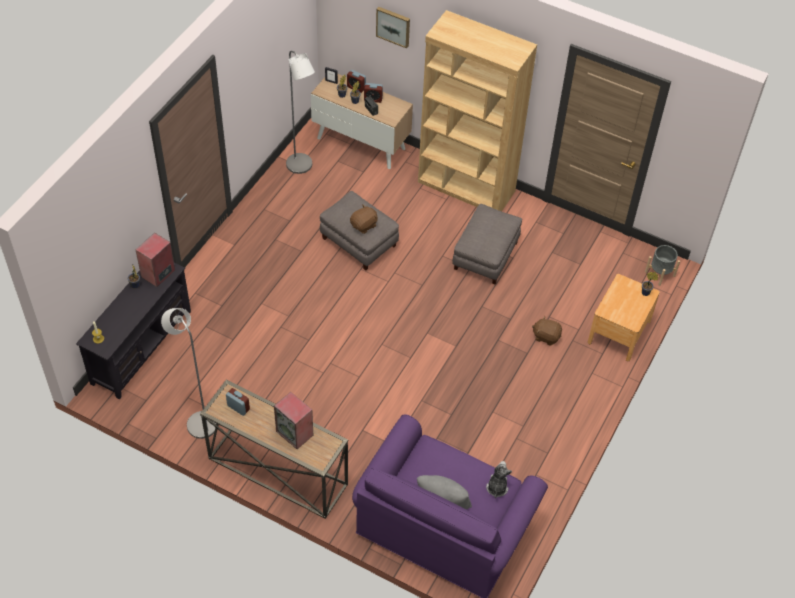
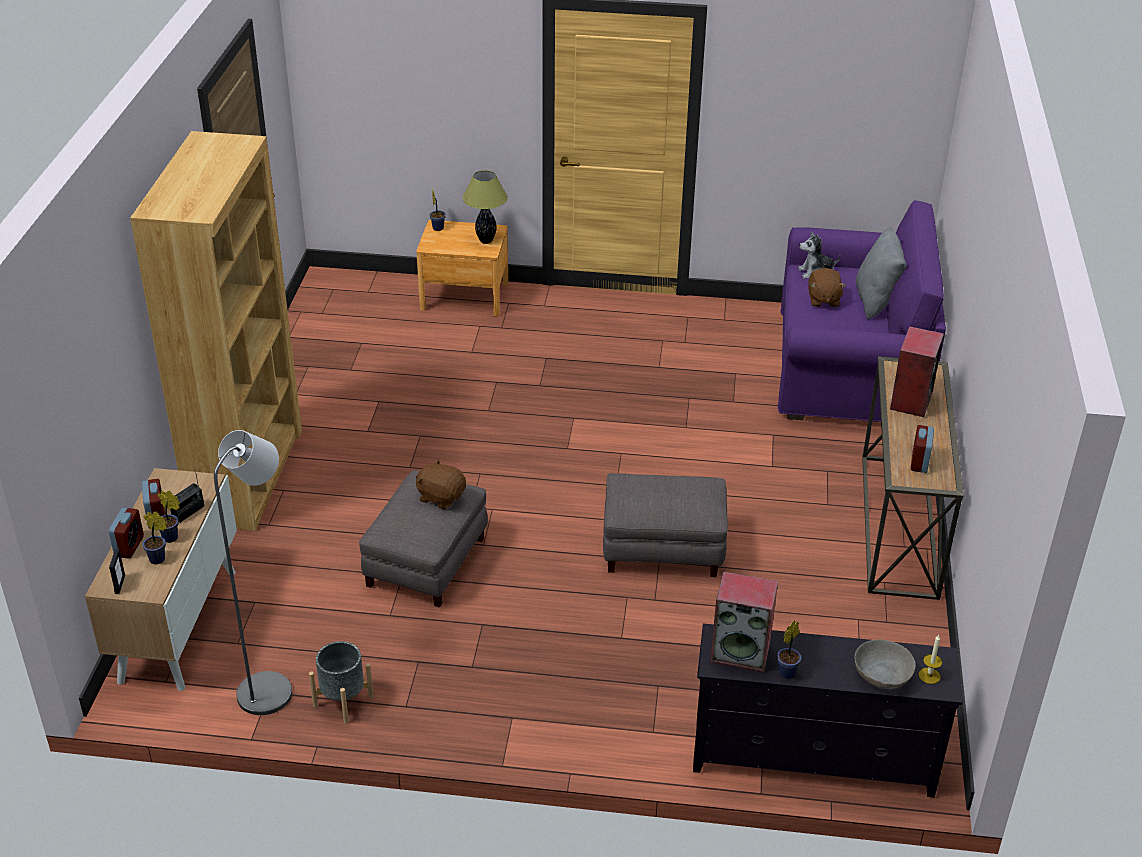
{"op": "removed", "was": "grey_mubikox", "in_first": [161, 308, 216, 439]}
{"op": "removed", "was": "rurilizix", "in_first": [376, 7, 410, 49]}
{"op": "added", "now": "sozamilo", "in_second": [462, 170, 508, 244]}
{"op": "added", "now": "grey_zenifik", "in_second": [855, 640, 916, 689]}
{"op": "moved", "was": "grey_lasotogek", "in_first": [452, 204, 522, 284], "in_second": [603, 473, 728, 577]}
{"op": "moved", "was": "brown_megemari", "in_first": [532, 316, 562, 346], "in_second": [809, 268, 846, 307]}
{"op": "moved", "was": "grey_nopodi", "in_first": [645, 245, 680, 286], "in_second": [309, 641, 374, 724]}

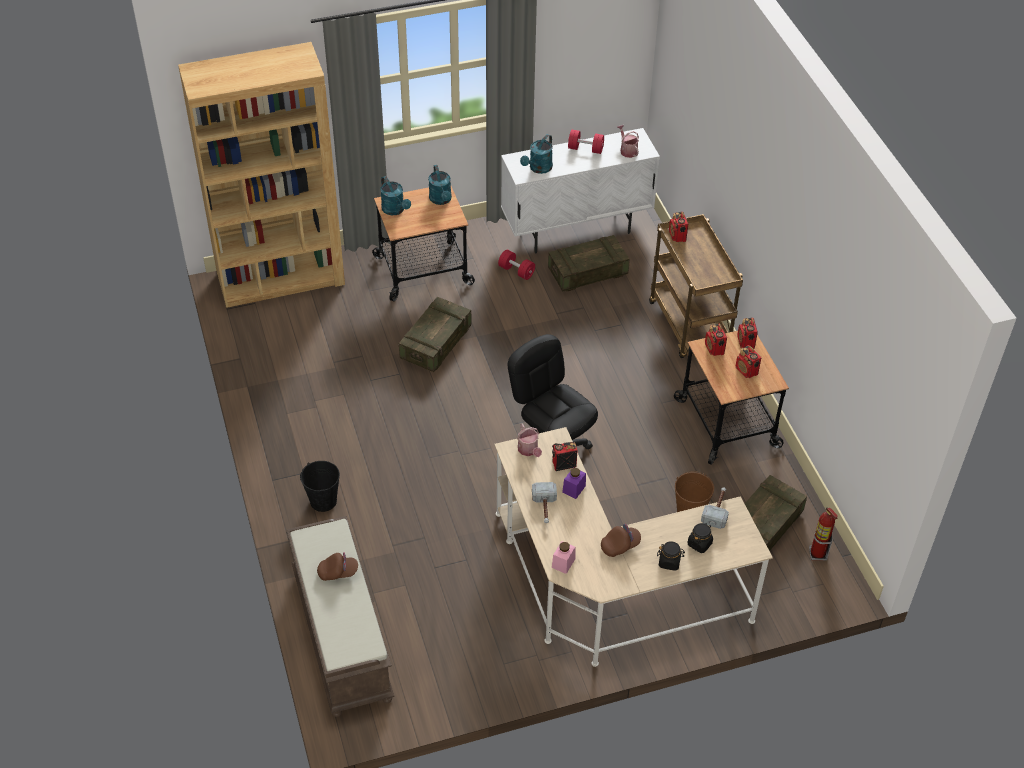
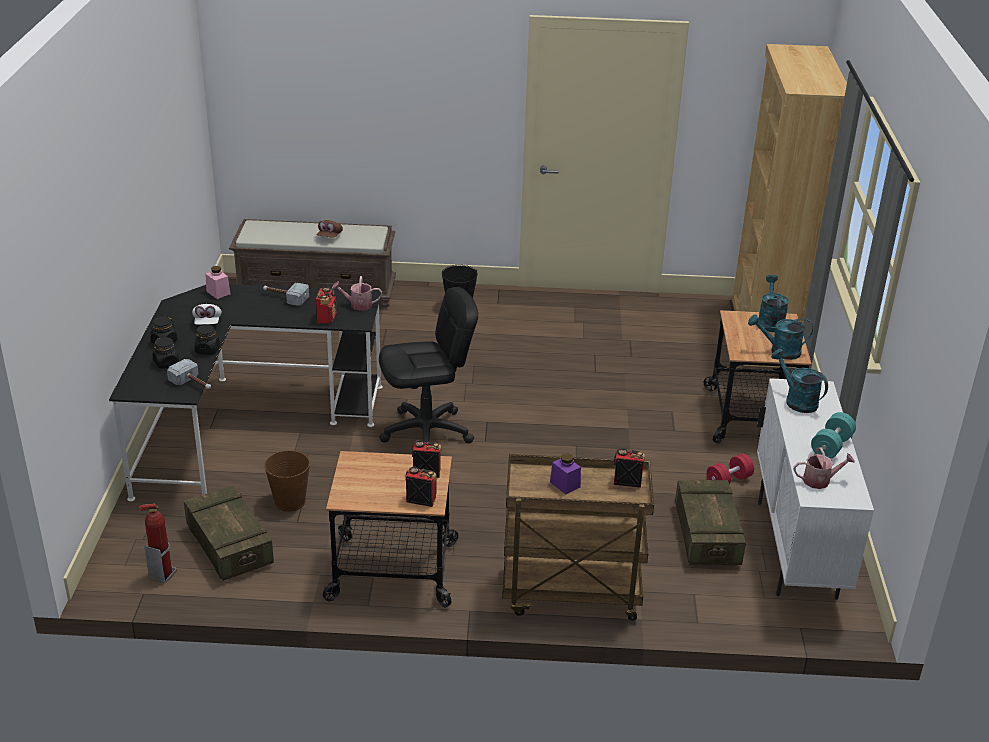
{"op": "removed", "was": "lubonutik", "in_first": [399, 297, 472, 372]}
{"op": "removed", "was": "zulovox", "in_first": [735, 345, 762, 378]}
{"op": "added", "now": "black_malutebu", "in_second": [194, 325, 220, 355]}
{"op": "moved", "was": "purple_malutebu", "in_first": [562, 467, 586, 499], "in_second": [550, 453, 581, 494]}
{"op": "recoloured", "was": "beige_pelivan", "now": "black_pelivan", "in_first": [494, 427, 773, 667], "in_second": [109, 284, 383, 502]}
{"op": "recoloured", "was": "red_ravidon", "now": "turquoise_ravidon", "in_first": [568, 130, 604, 154], "in_second": [811, 412, 856, 459]}
{"op": "recoloured", "was": "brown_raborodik", "now": "white_raborodik", "in_first": [601, 524, 641, 557], "in_second": [192, 304, 222, 325]}
{"op": "turned", "was": "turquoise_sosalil", "in_first": [380, 176, 411, 215], "in_second": [758, 275, 789, 332], "clockwise": 105}

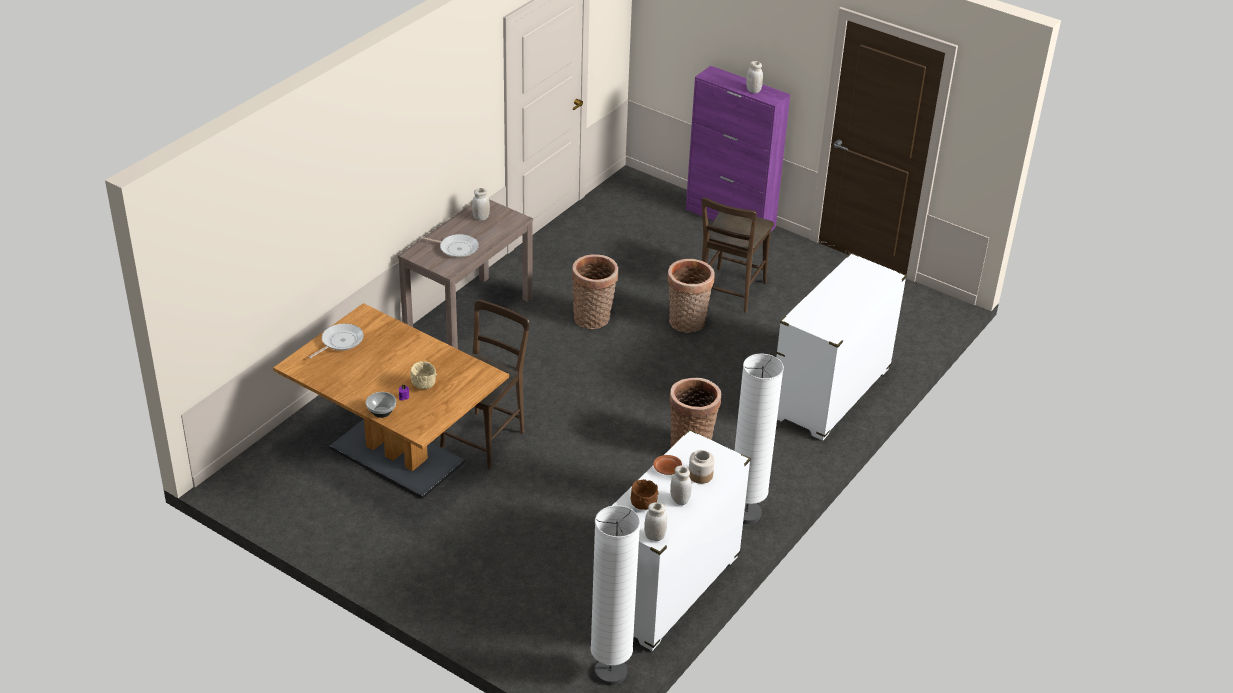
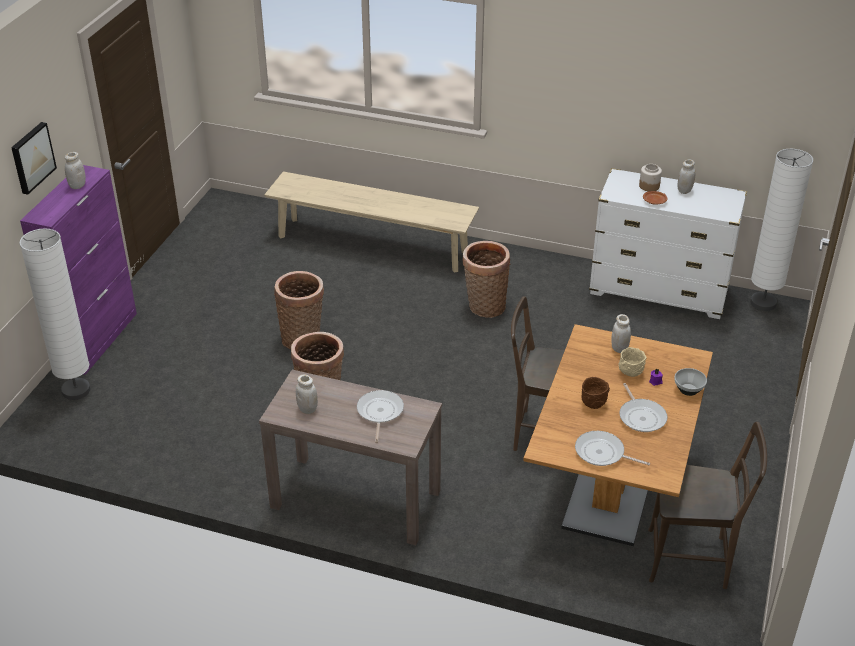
{"op": "added", "now": "rurilizix", "in_second": [11, 122, 57, 195]}
{"op": "added", "now": "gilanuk", "in_second": [619, 383, 668, 432]}
{"op": "moved", "was": "brown_zenifik", "in_first": [631, 479, 659, 510], "in_second": [582, 377, 610, 409]}
{"op": "moved", "was": "white_malutebu", "in_first": [644, 503, 667, 541], "in_second": [611, 314, 631, 353]}
{"op": "moved", "was": "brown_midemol", "in_first": [701, 197, 774, 313], "in_second": [648, 422, 767, 589]}
{"op": "moved", "was": "white_mubikox", "in_first": [735, 353, 784, 524], "in_second": [19, 228, 90, 400]}
{"op": "replaced", "was": "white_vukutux", "now": "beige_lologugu", "in_first": [776, 253, 907, 441], "in_second": [264, 171, 479, 273]}

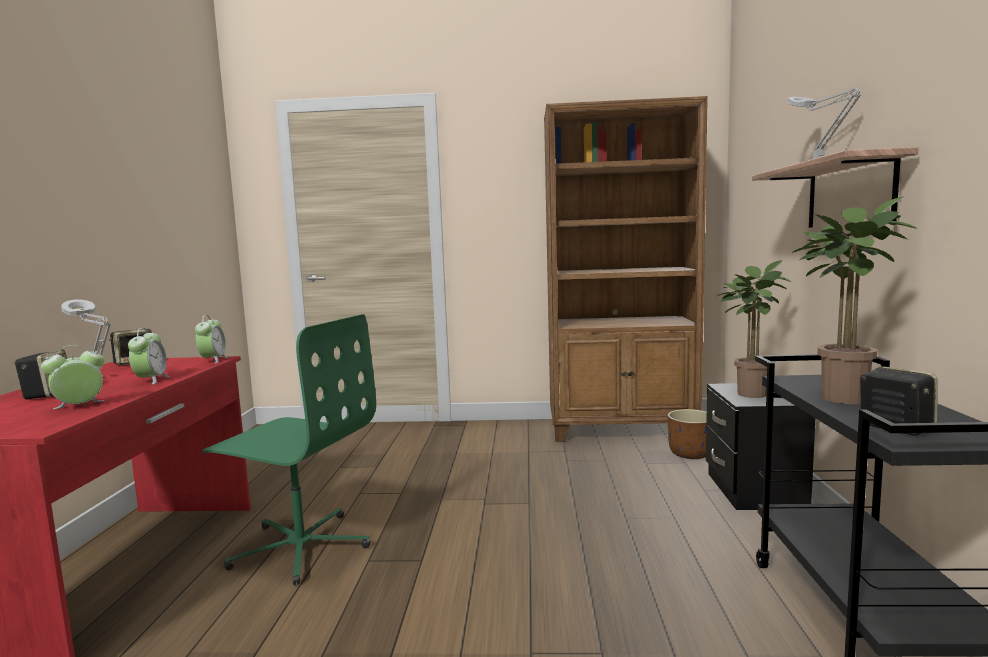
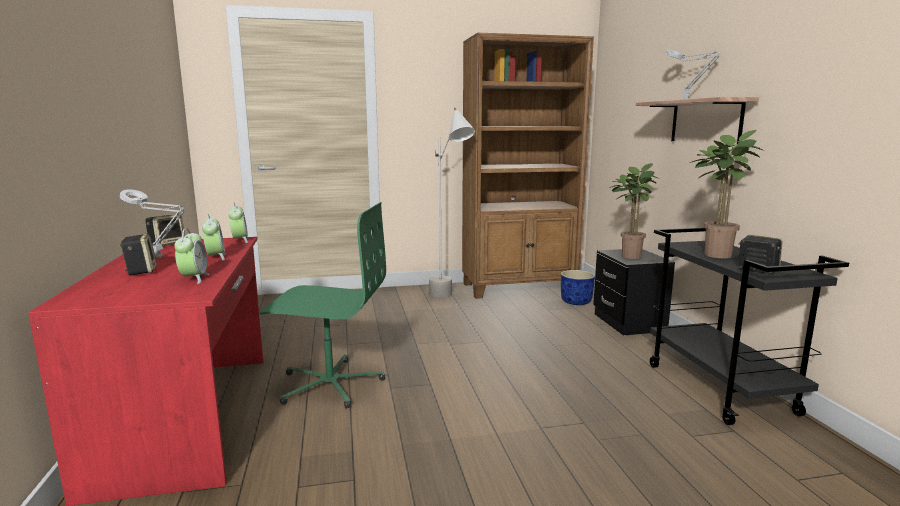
{"op": "added", "now": "grey_mubikox", "in_second": [429, 108, 475, 298]}
{"op": "recoloured", "was": "brown_nopodi", "now": "blue_nopodi", "in_first": [668, 409, 707, 459], "in_second": [561, 270, 595, 305]}
{"op": "turned", "was": "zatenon", "in_first": [41, 345, 104, 409], "in_second": [175, 229, 210, 284], "clockwise": 135}

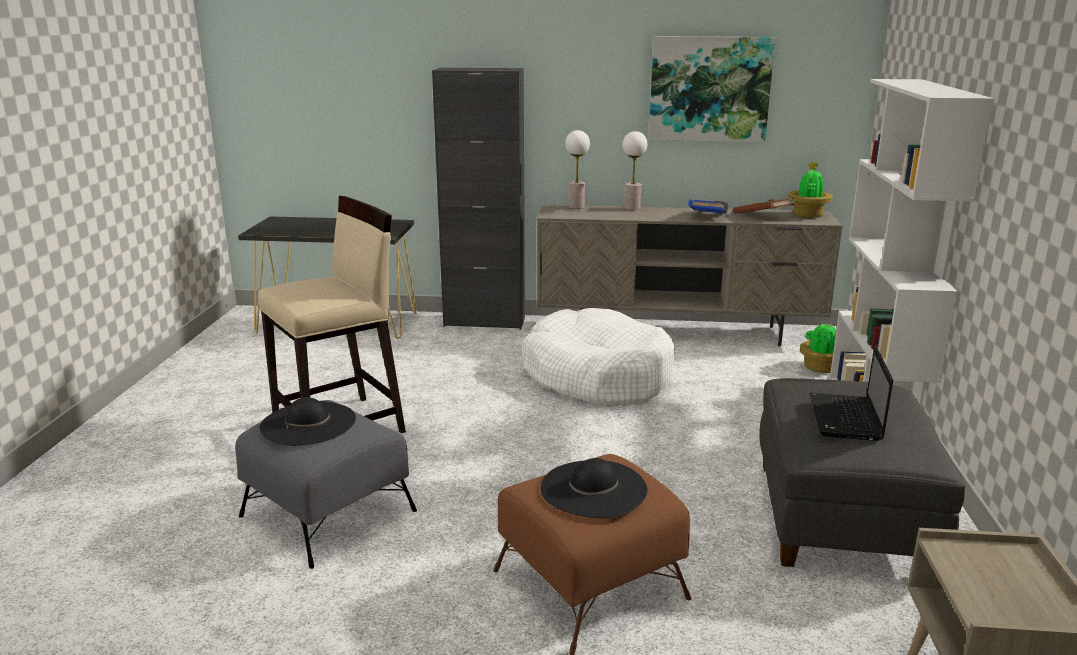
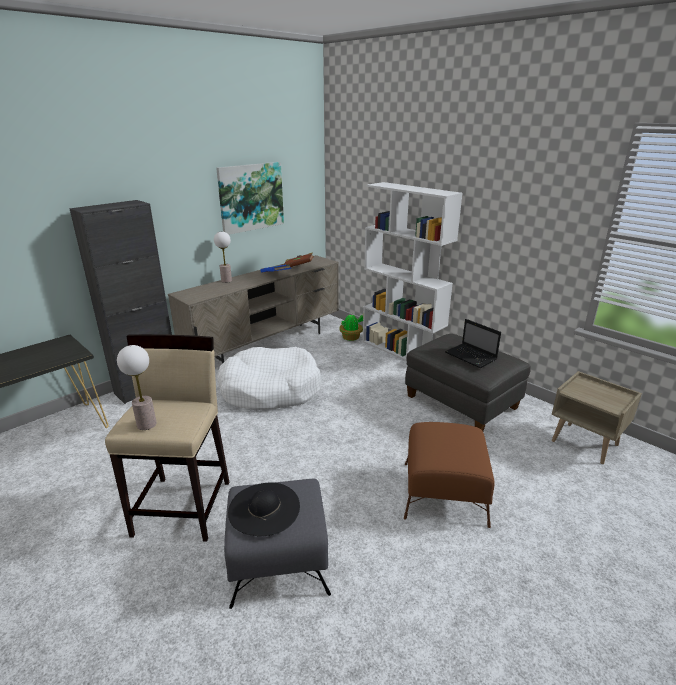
{"op": "removed", "was": "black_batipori", "in_first": [541, 458, 648, 518]}
{"op": "removed", "was": "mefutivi", "in_first": [788, 162, 833, 218]}
{"op": "moved", "was": "sozamilo", "in_first": [565, 130, 590, 209], "in_second": [117, 345, 157, 430]}

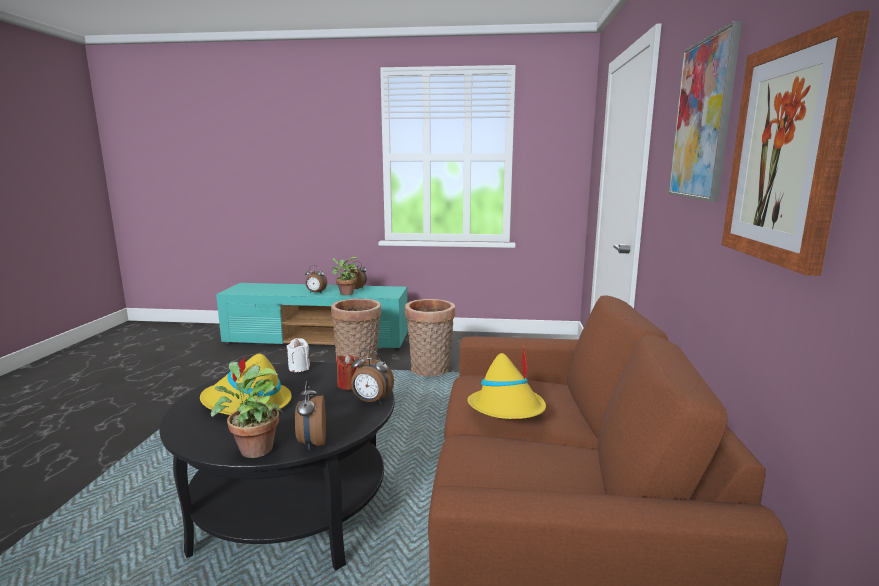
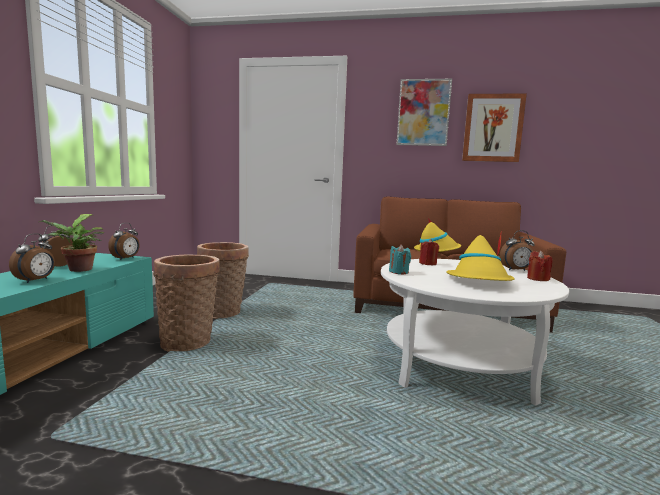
{"op": "moved", "was": "zatenon", "in_first": [351, 349, 394, 403], "in_second": [108, 223, 140, 260]}
{"op": "replaced", "was": "mefutivi", "now": "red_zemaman", "in_first": [211, 362, 282, 458], "in_second": [527, 251, 553, 281]}
{"op": "recoloured", "was": "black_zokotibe", "now": "white_zokotibe", "in_first": [159, 362, 395, 570], "in_second": [381, 259, 569, 406]}
{"op": "recoloured", "was": "white_zemaman", "now": "turquoise_zemaman", "in_first": [286, 338, 310, 372], "in_second": [389, 244, 411, 274]}

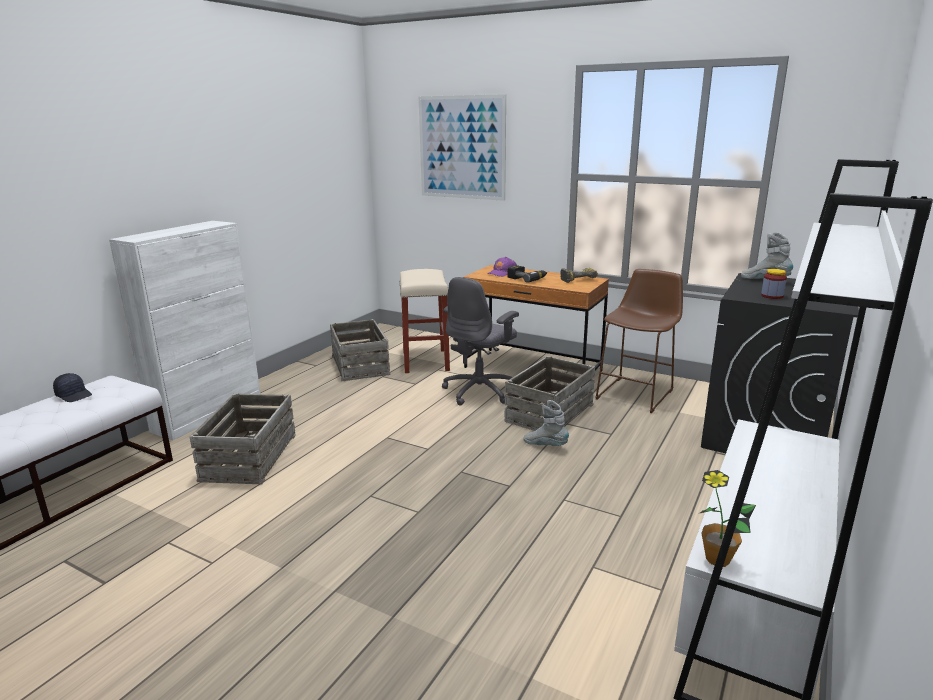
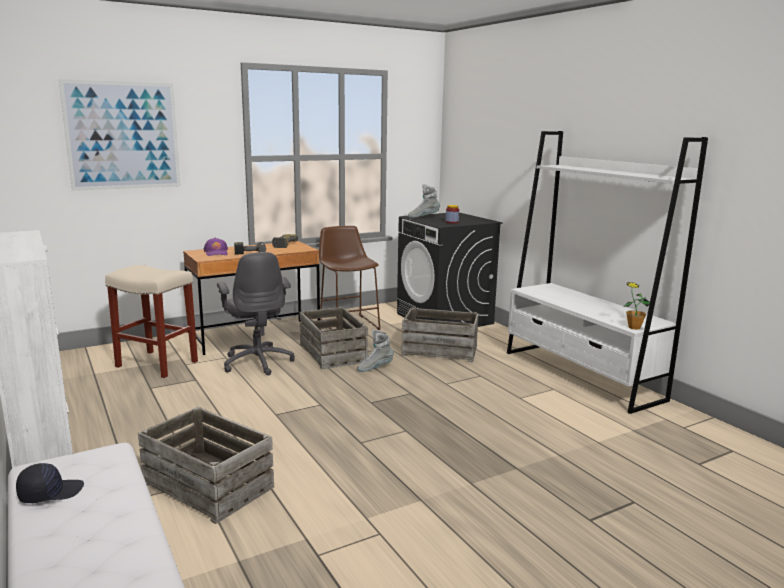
{"op": "moved", "was": "lubonutik", "in_first": [330, 319, 390, 381], "in_second": [401, 308, 479, 362]}

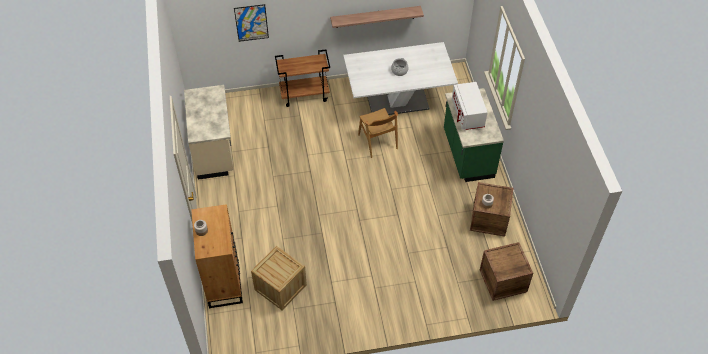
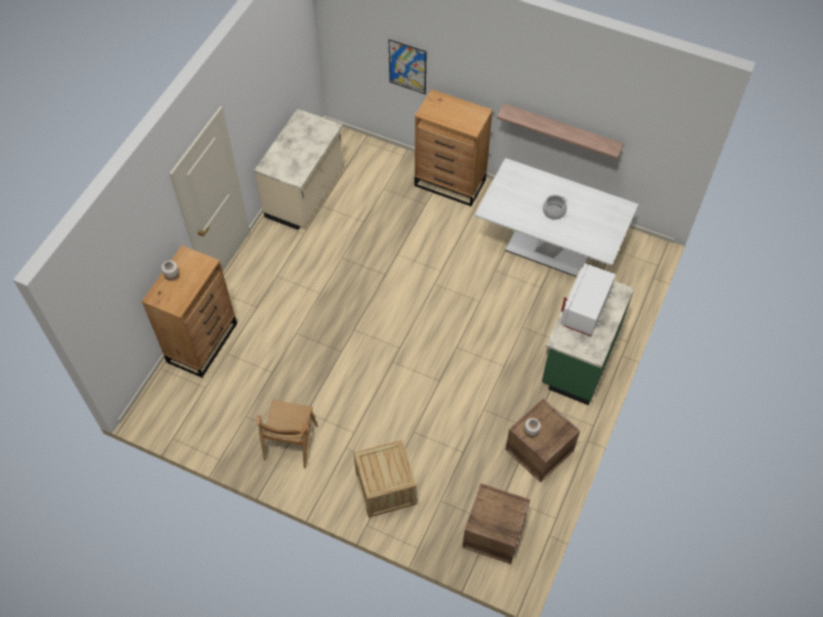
{"op": "moved", "was": "lubonutik", "in_first": [251, 246, 307, 310], "in_second": [354, 440, 417, 518]}
{"op": "moved", "was": "brown_midemol", "in_first": [358, 108, 398, 158], "in_second": [256, 399, 318, 468]}
{"op": "replaced", "was": "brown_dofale", "now": "brown_vukutux", "in_first": [275, 49, 330, 107], "in_second": [414, 89, 492, 207]}

